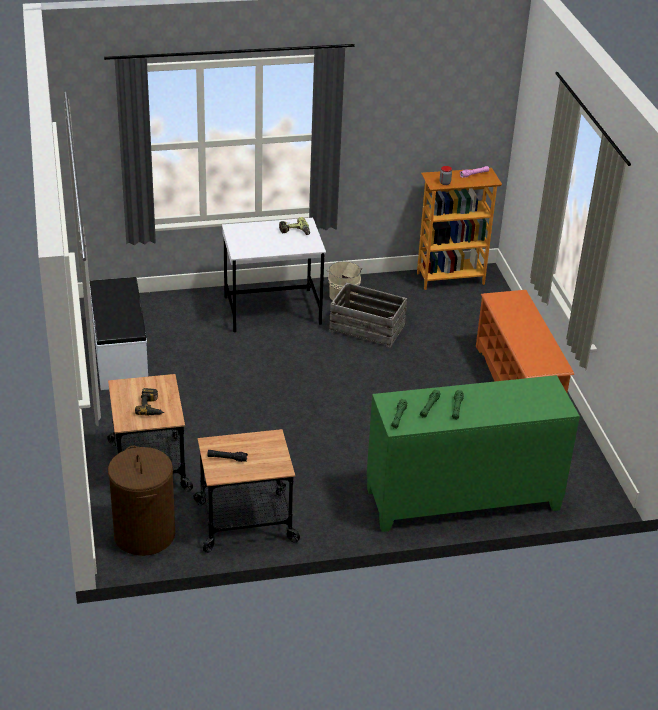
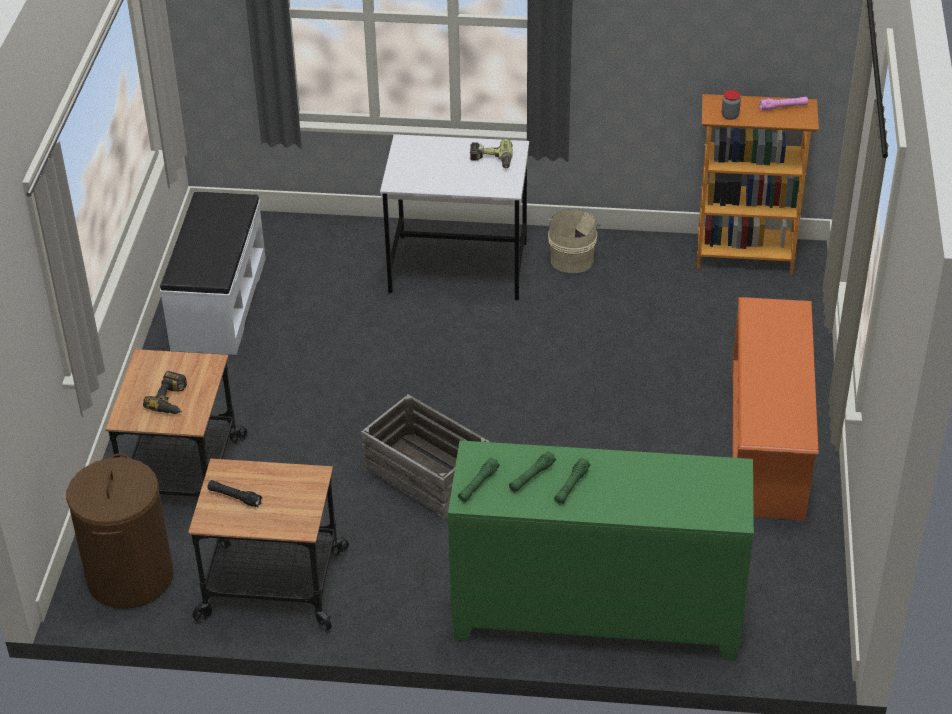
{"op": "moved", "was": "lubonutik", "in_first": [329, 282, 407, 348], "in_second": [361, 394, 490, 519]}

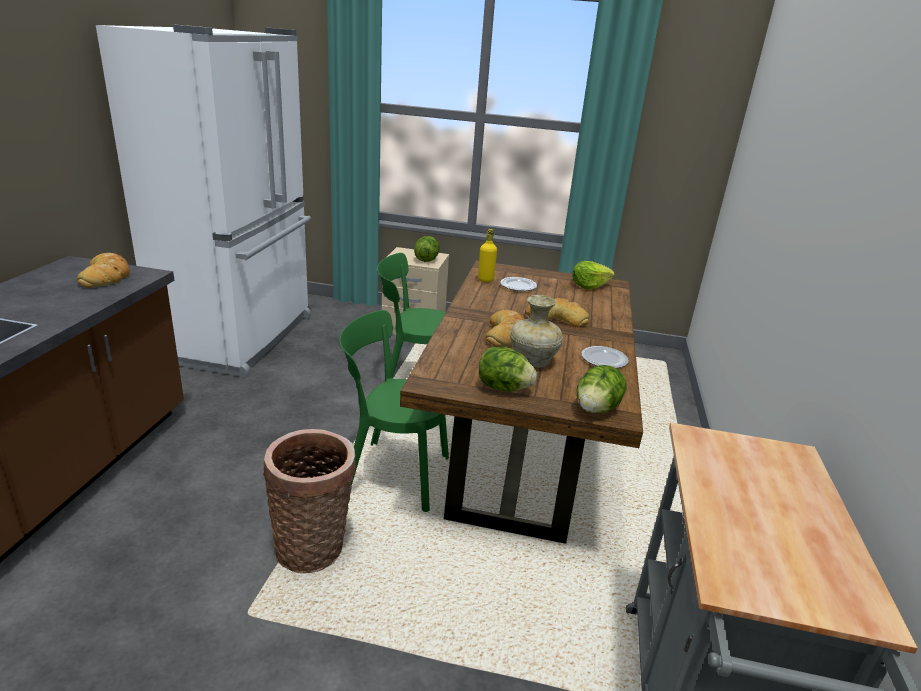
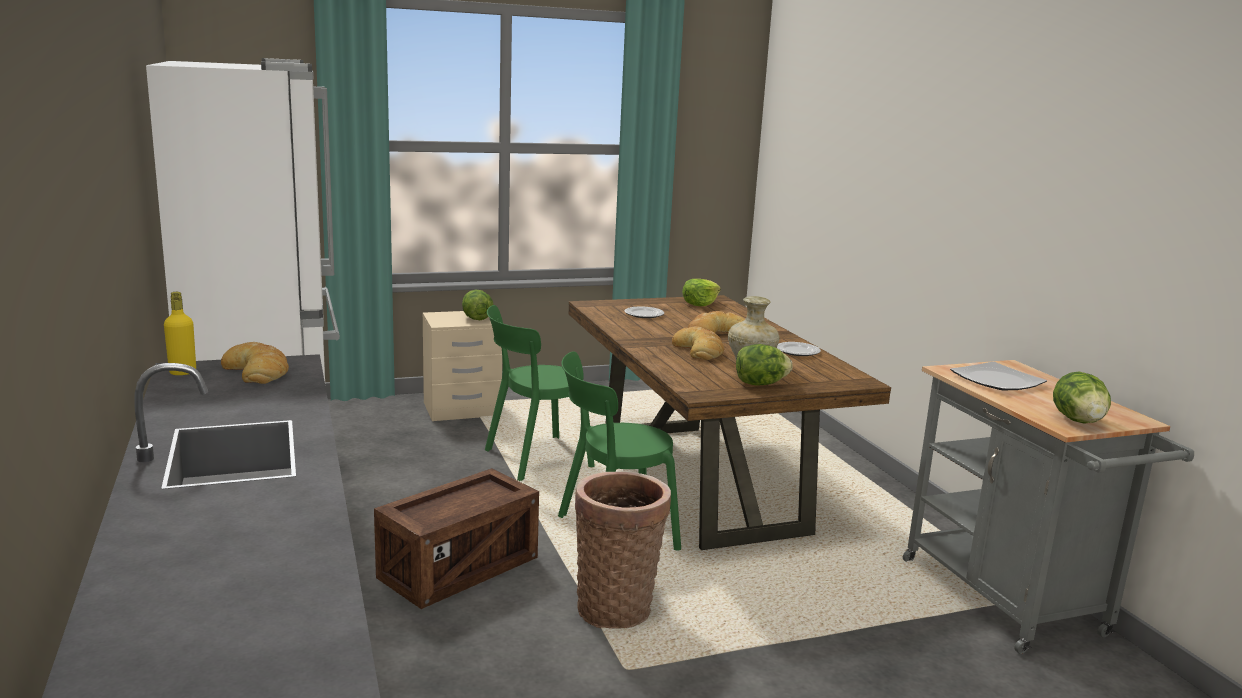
{"op": "added", "now": "lubonutik", "in_second": [374, 468, 539, 609]}
{"op": "added", "now": "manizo", "in_second": [950, 362, 1047, 390]}
{"op": "moved", "was": "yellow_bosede", "in_first": [478, 229, 497, 282], "in_second": [164, 292, 196, 375]}
{"op": "moved", "was": "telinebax", "in_first": [577, 365, 627, 414], "in_second": [1053, 372, 1111, 423]}

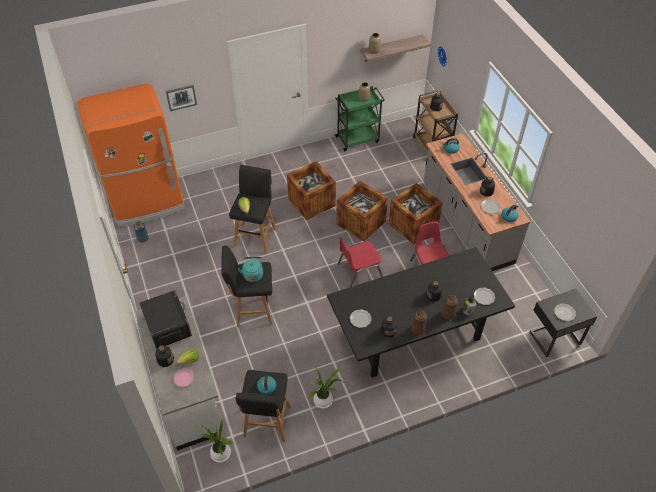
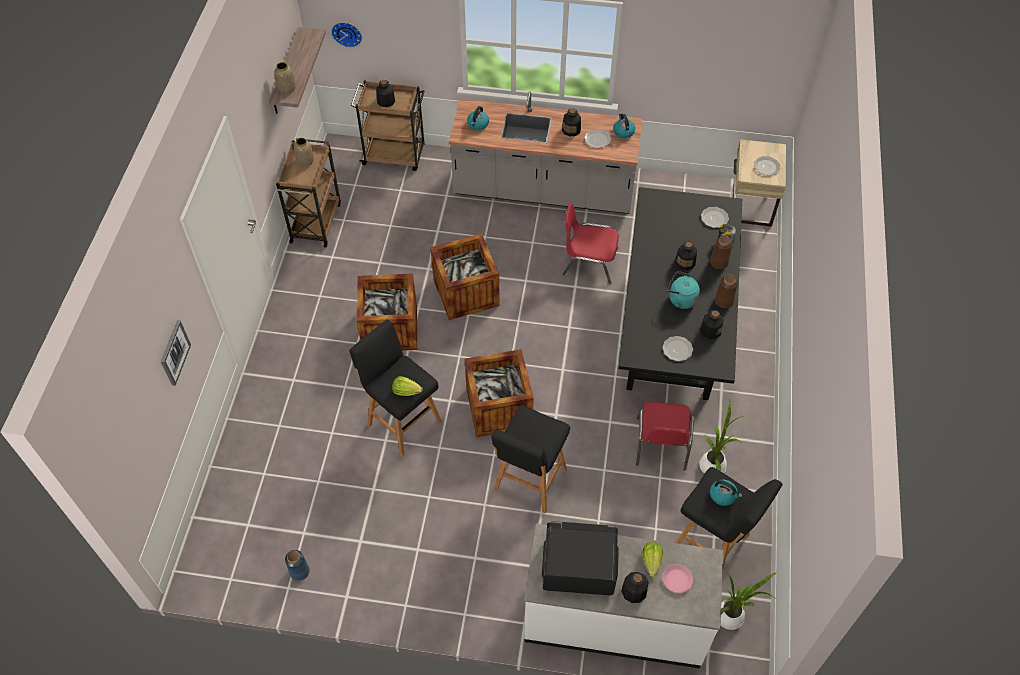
{"op": "removed", "was": "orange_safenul", "in_first": [78, 84, 185, 227]}
{"op": "moved", "was": "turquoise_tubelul", "in_first": [238, 257, 263, 282], "in_second": [666, 271, 700, 309]}
{"op": "moved", "was": "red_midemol", "in_first": [337, 237, 383, 287], "in_second": [636, 402, 694, 470]}
{"op": "moved", "was": "lubonutik", "in_first": [389, 183, 443, 244], "in_second": [464, 349, 534, 437]}
{"op": "recoloured", "was": "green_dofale", "now": "brown_dofale", "in_first": [335, 86, 384, 151], "in_second": [276, 138, 341, 248]}
{"op": "recoloured", "was": "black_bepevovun", "now": "beige_bepevovun", "in_first": [530, 288, 597, 357], "in_second": [733, 139, 786, 227]}

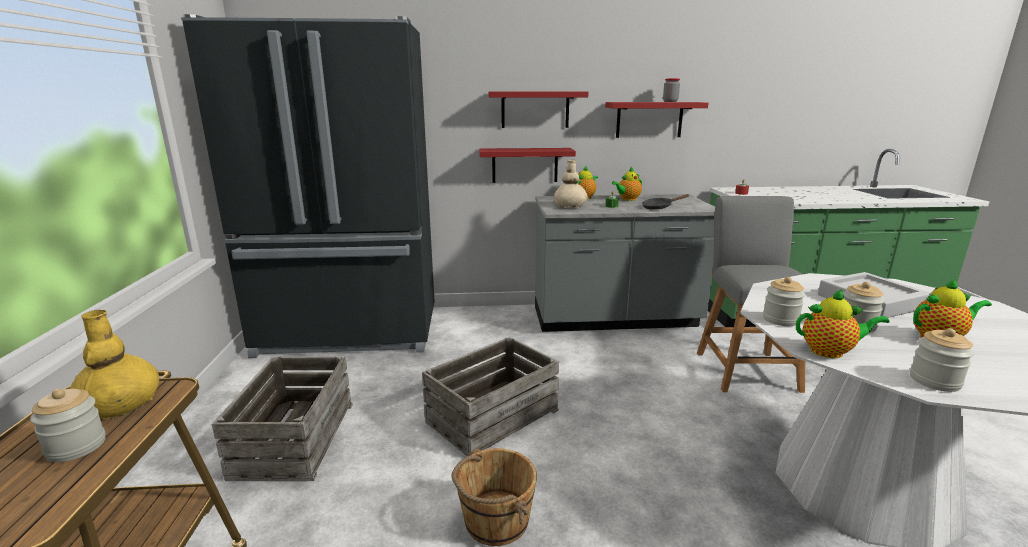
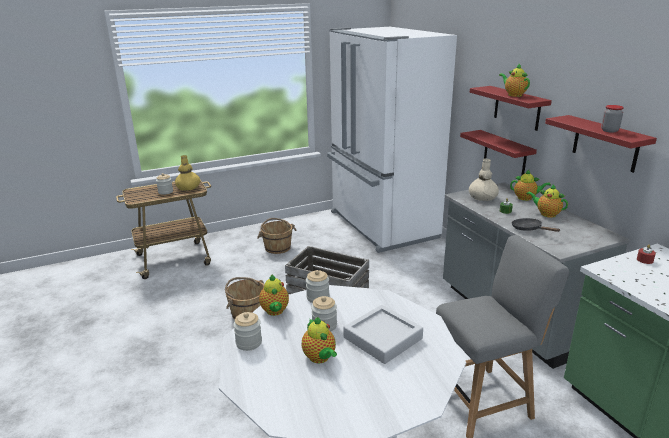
{"op": "added", "now": "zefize", "in_second": [499, 64, 530, 97]}
{"op": "replaced", "was": "lubonutik", "now": "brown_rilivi", "in_first": [212, 356, 353, 481], "in_second": [257, 218, 296, 254]}
{"op": "recoloured", "was": "black_safenul", "now": "white_safenul", "in_first": [181, 14, 435, 358], "in_second": [327, 27, 457, 253]}

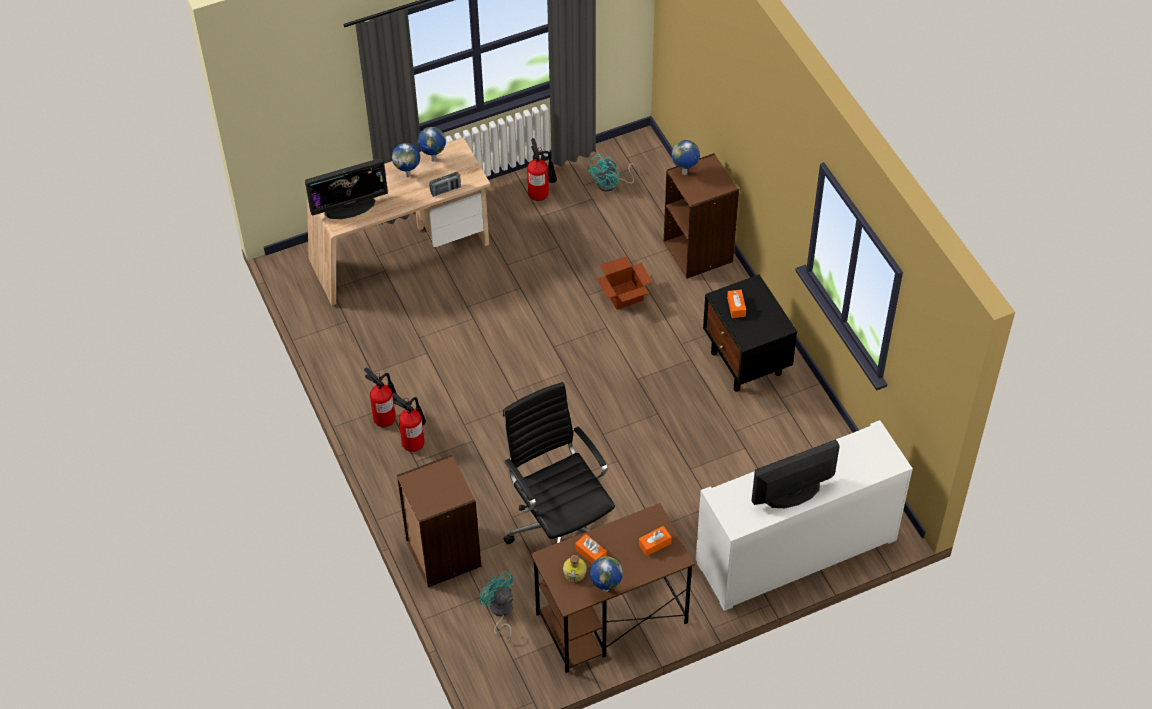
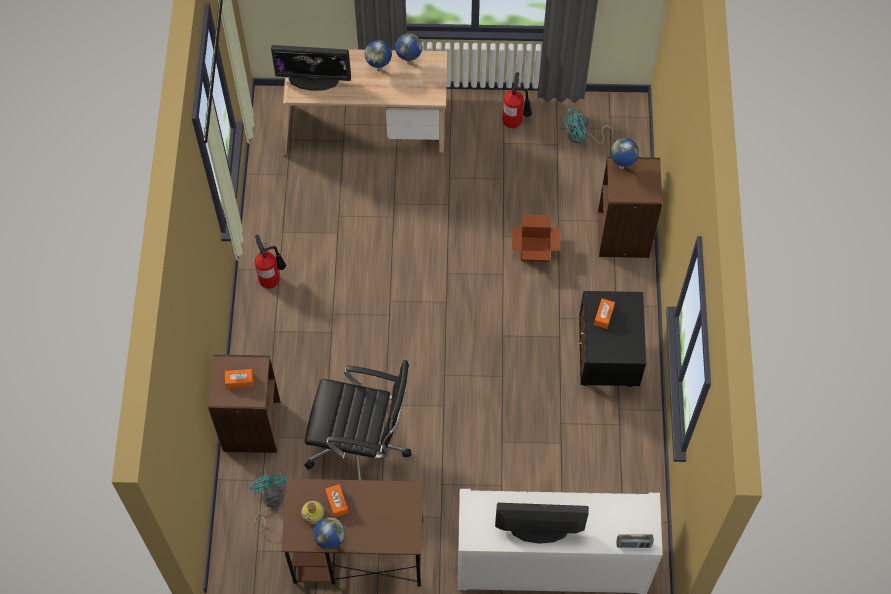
{"op": "removed", "was": "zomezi", "in_first": [392, 393, 426, 452]}
{"op": "moved", "was": "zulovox", "in_first": [430, 172, 461, 197], "in_second": [616, 534, 654, 548]}
{"op": "moved", "was": "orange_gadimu", "in_first": [639, 526, 672, 556], "in_second": [225, 369, 253, 389]}
{"op": "turned", "was": "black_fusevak", "in_first": [503, 382, 615, 544], "in_second": [304, 360, 412, 480], "clockwise": 105}

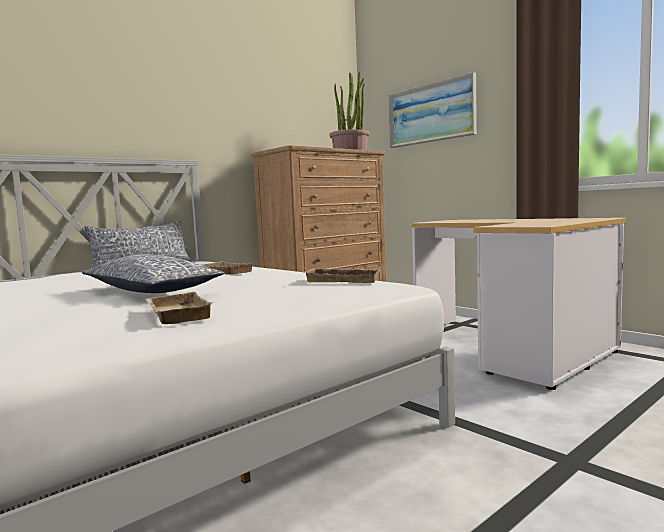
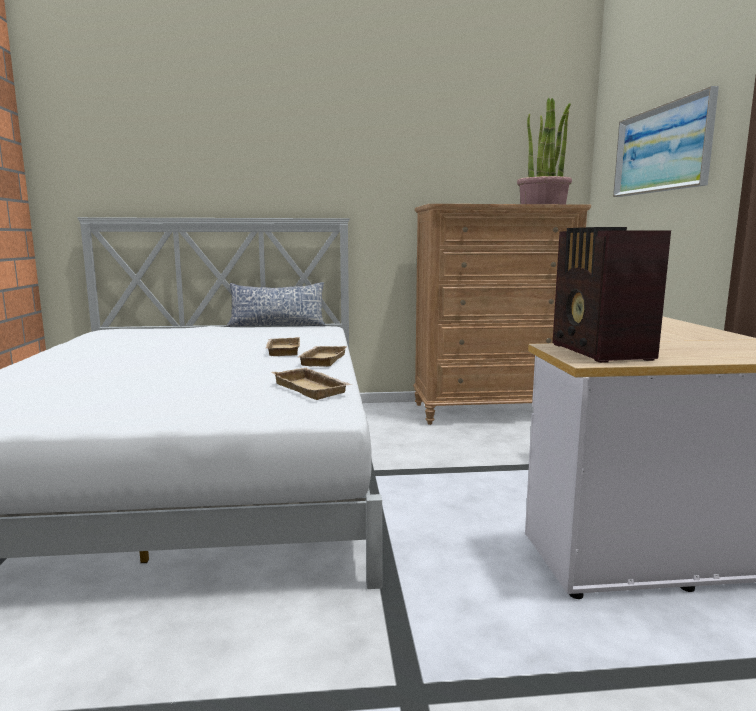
{"op": "removed", "was": "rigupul", "in_first": [82, 254, 224, 293]}
{"op": "added", "now": "zulovox", "in_second": [553, 227, 671, 363]}
{"op": "moved", "was": "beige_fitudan", "in_first": [146, 292, 215, 324], "in_second": [298, 346, 347, 367]}

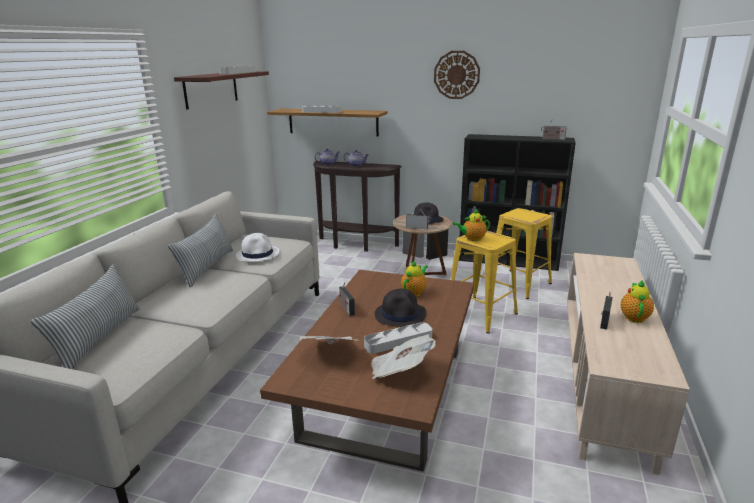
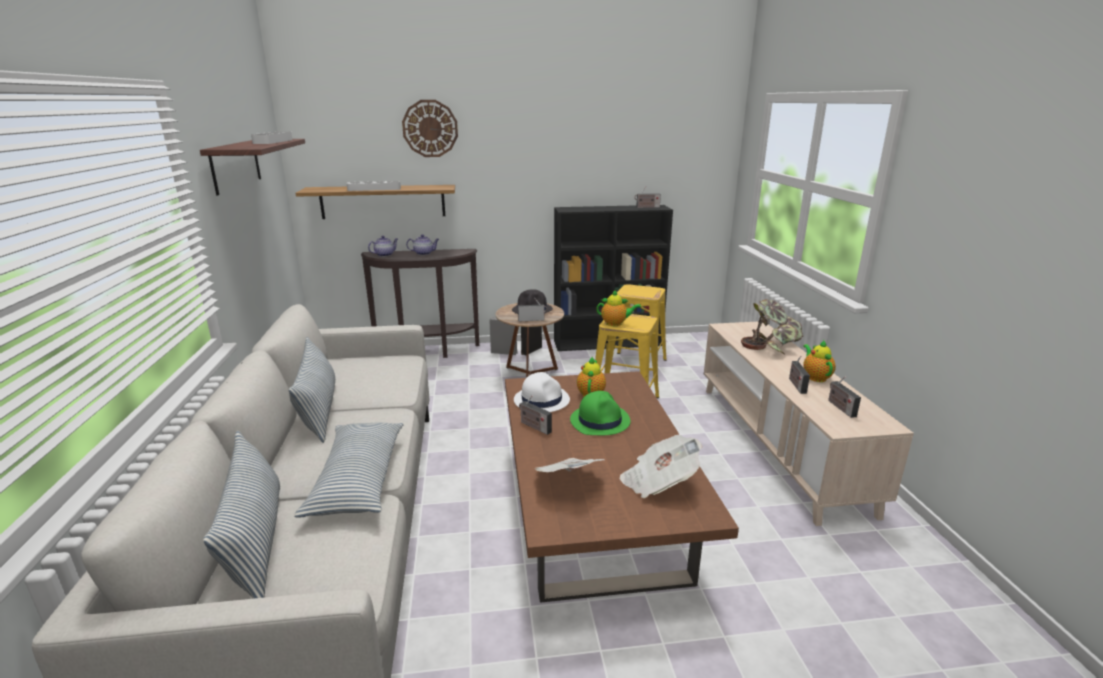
{"op": "removed", "was": "grey_fitudan", "in_first": [364, 322, 432, 354]}
{"op": "added", "now": "rigupul", "in_second": [294, 422, 404, 518]}
{"op": "added", "now": "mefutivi", "in_second": [741, 299, 803, 355]}
{"op": "added", "now": "zulovox", "in_second": [828, 376, 861, 418]}
{"op": "moved", "was": "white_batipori", "in_first": [236, 233, 279, 262], "in_second": [514, 372, 570, 412]}
{"op": "moved", "was": "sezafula", "in_first": [434, 51, 480, 99], "in_second": [402, 100, 458, 157]}
{"op": "recoloured", "was": "black_batipori", "now": "green_batipori", "in_first": [375, 289, 427, 327], "in_second": [570, 391, 630, 435]}
{"op": "turned", "was": "zefize", "in_first": [453, 208, 490, 241], "in_second": [596, 290, 641, 326], "clockwise": -135}

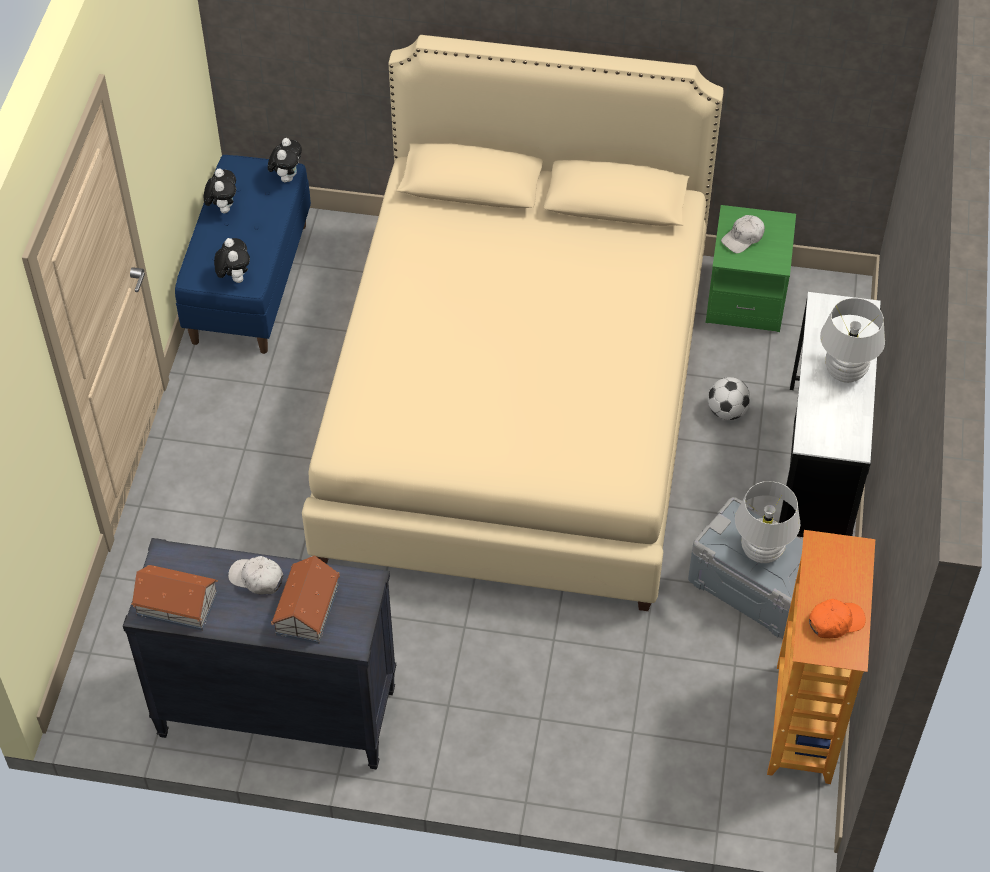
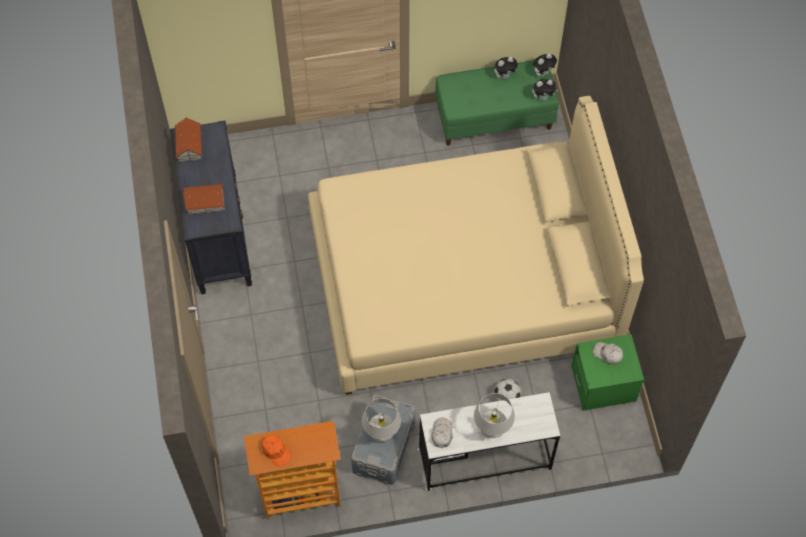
{"op": "moved", "was": "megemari", "in_first": [214, 238, 250, 283], "in_second": [533, 53, 557, 76]}
{"op": "moved", "was": "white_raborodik", "in_first": [228, 556, 283, 595], "in_second": [431, 418, 453, 447]}
{"op": "recoloured", "was": "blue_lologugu", "now": "green_lologugu", "in_first": [175, 155, 311, 354], "in_second": [435, 60, 559, 146]}

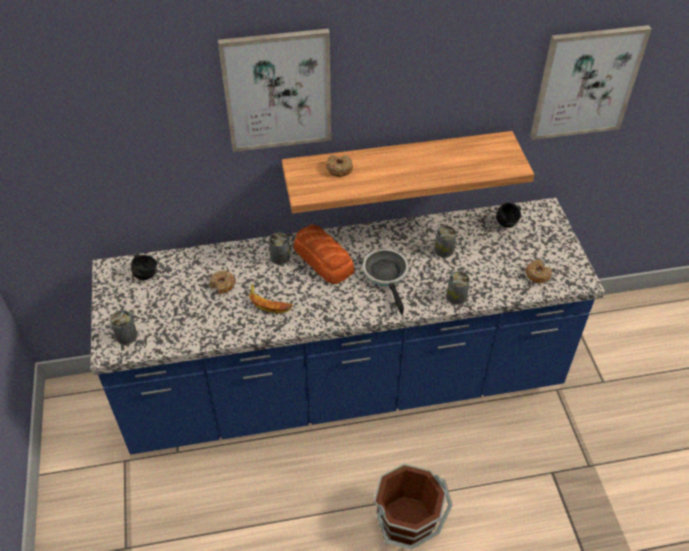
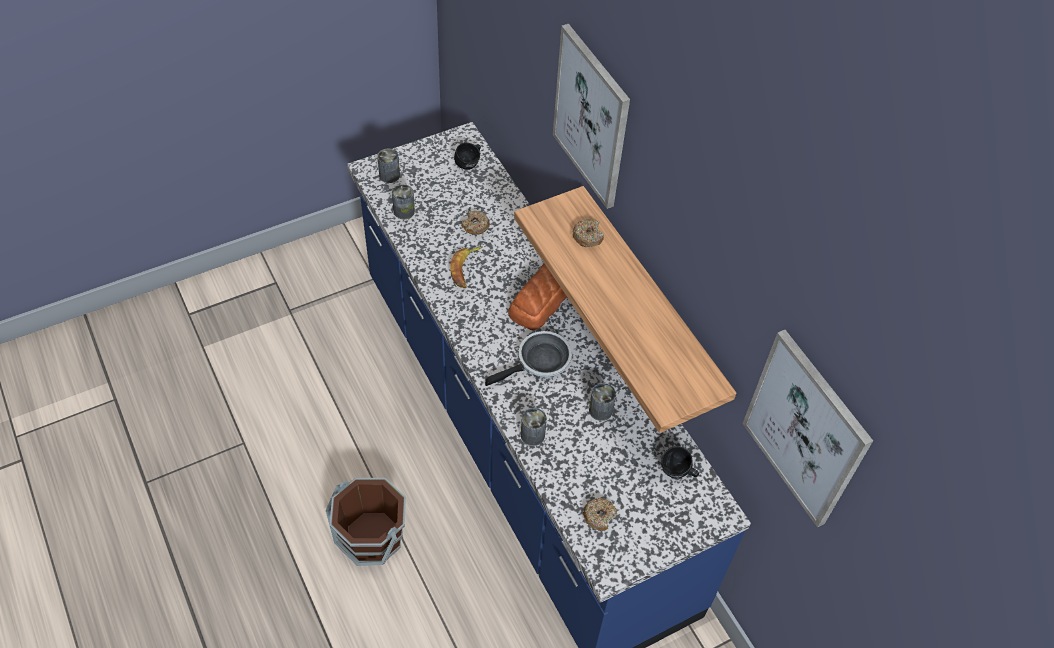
{"op": "moved", "was": "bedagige", "in_first": [269, 232, 290, 265], "in_second": [392, 184, 415, 219]}

